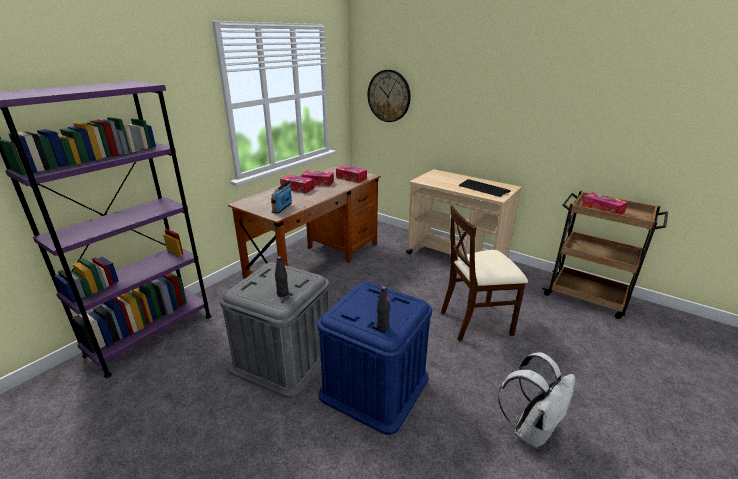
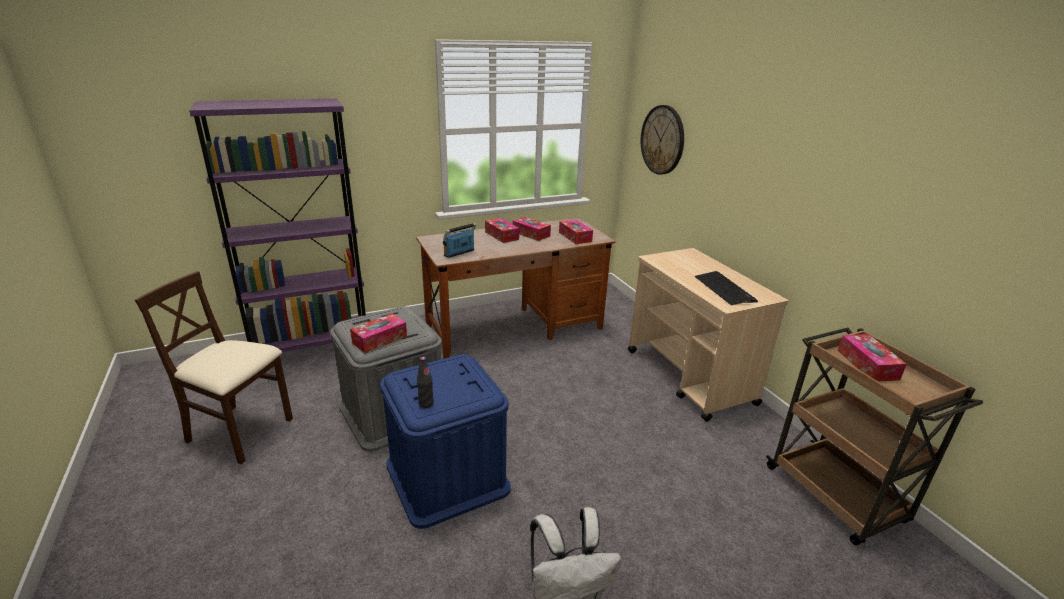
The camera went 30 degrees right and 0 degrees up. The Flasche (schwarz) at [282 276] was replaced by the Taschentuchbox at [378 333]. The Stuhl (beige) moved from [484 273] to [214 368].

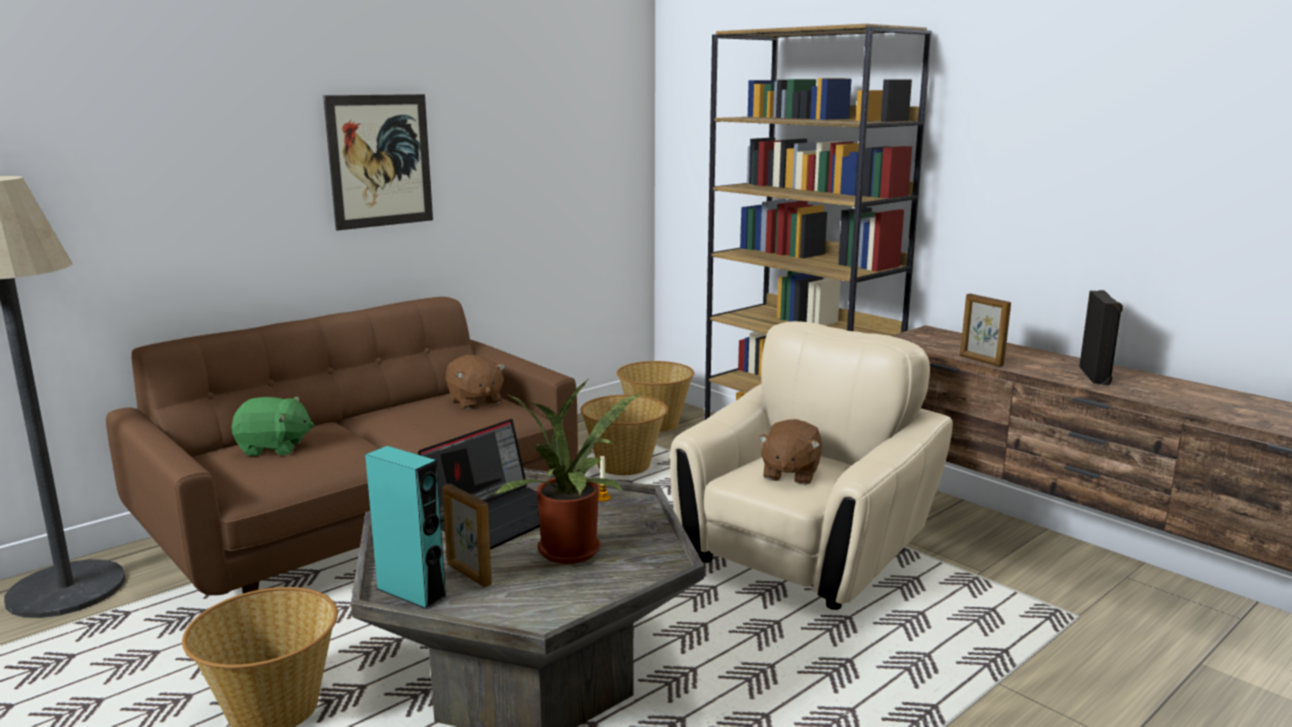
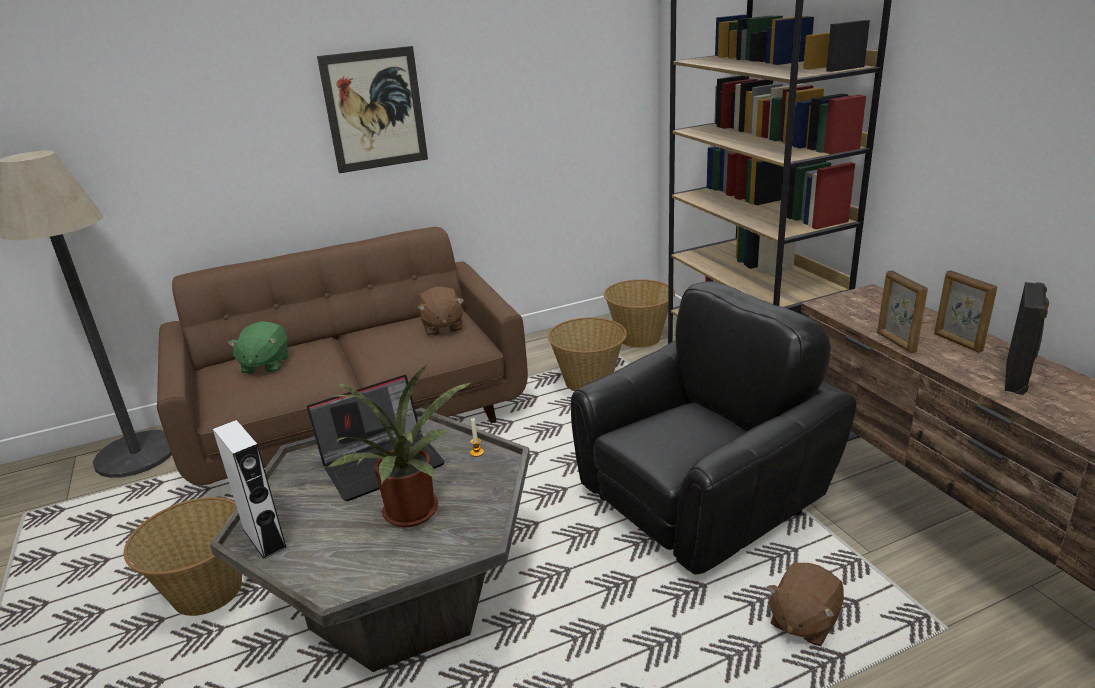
The camera went 20 degrees right and 10 degrees up. The Plüschtier (grün) at [272 426] turned 75 degrees clockwise. The Lautsprecher (türkis) at [406 528] became the Lautsprecher (weiß) at [250 489]. The Bilderrahmen moved from [467 535] to [965 311]. The Sessel (beige) at [811 465] became the Sessel (schwarz) at [713 428]. The Plüschtier (braun) moved from [790 452] to [805 604].

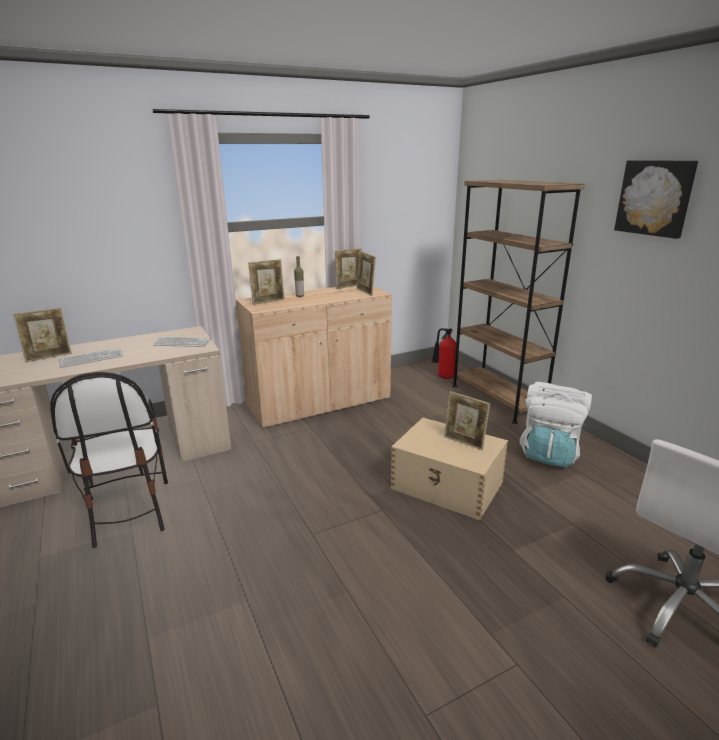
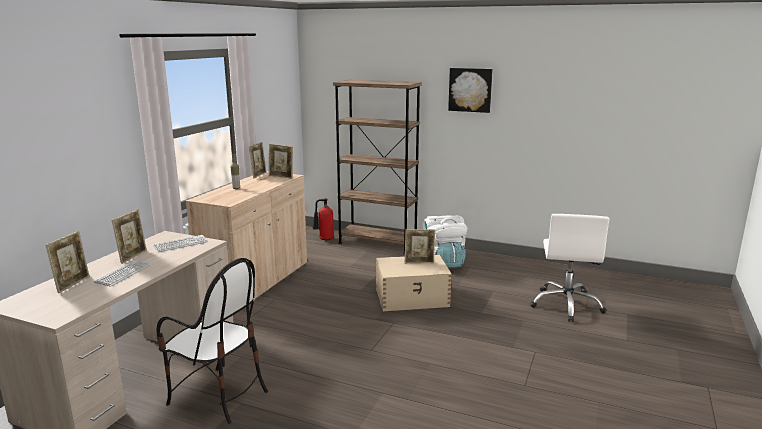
The camera went 40 degrees left and 5 degrees down. The Bilderrahmen moved from [266 282] to [129 237].

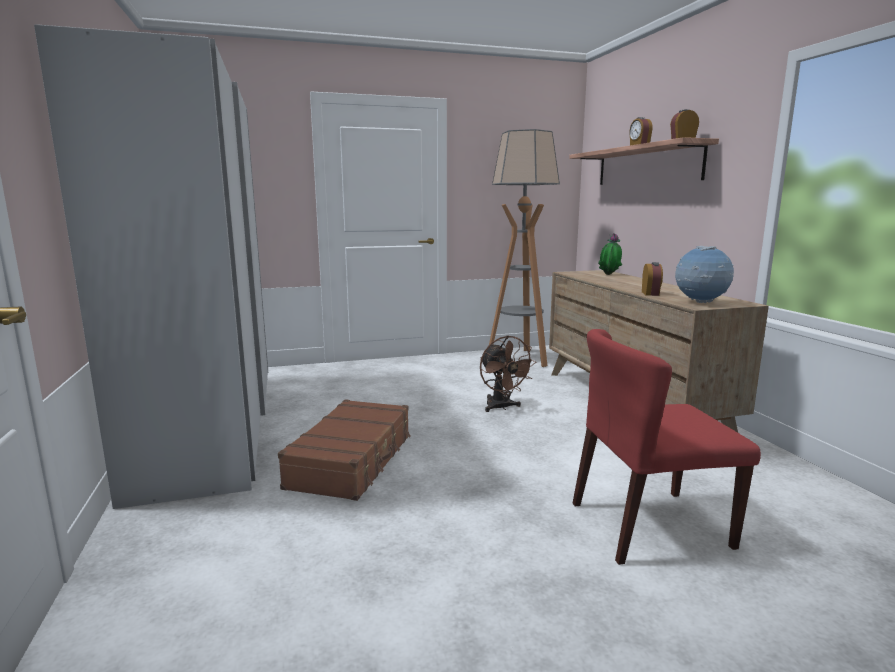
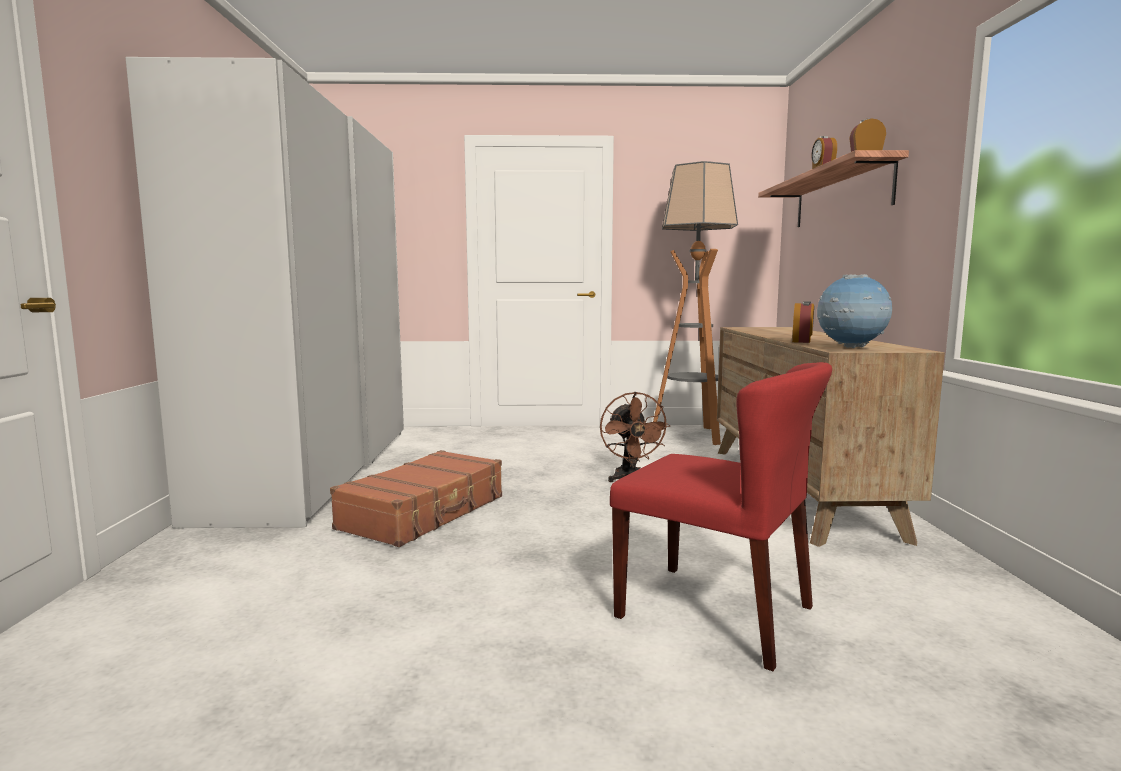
The camera went 15 degrees right and 5 degrees down. The Stuhl (rot) at [667 447] turned 150 degrees counterclockwise. The Topfpflanze at [610 254] disappeared.

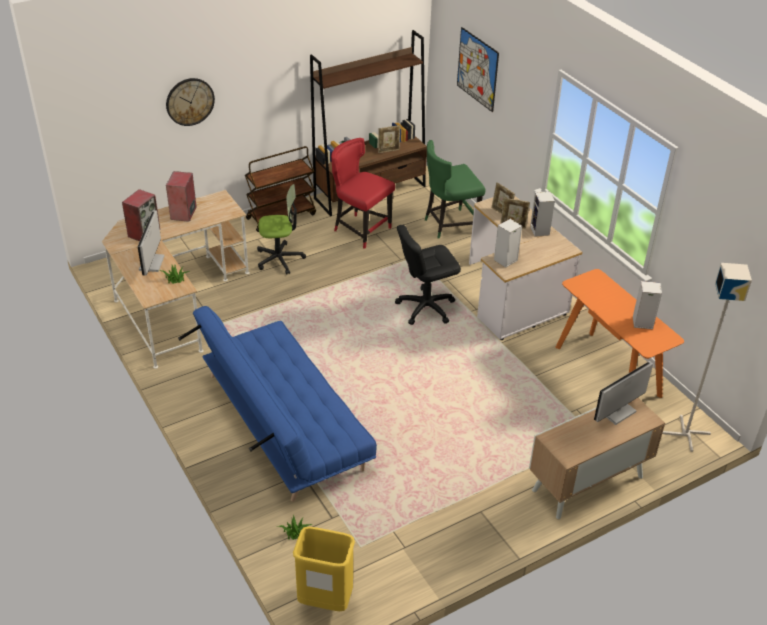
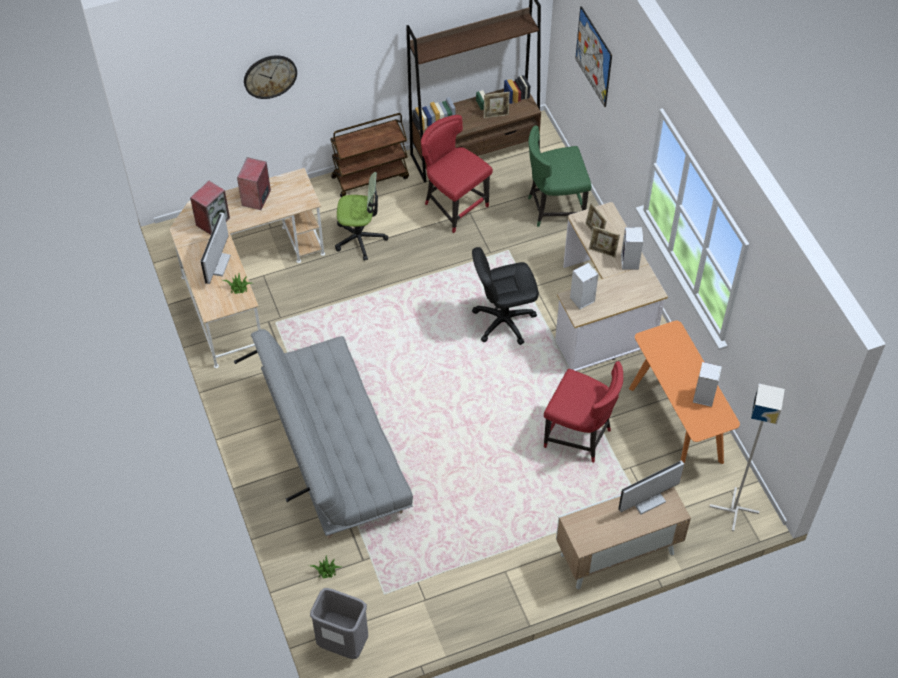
The camera went 10 degrees right and 15 degrees up. The Sofa (blau) at [277 404] became the Sofa (grau) at [323 433]. The Mülleimer (gelb) at [324 569] became the Mülleimer (grau) at [339 623]. The Stuhl (rot) at [583 412] appeared.

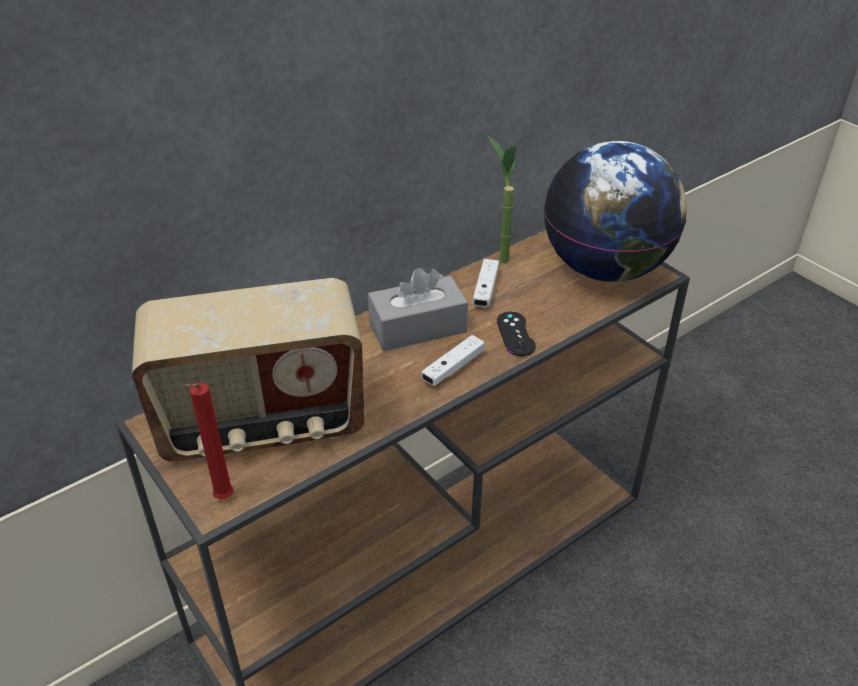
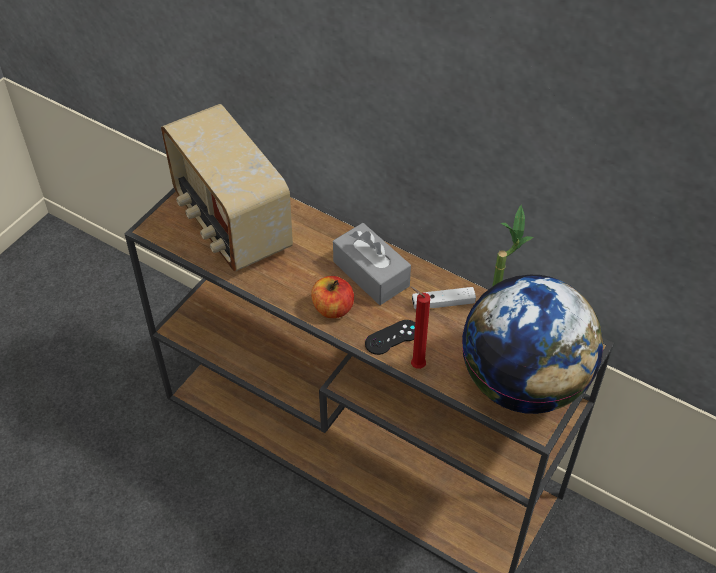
The camera went 70 degrees right and 10 degrees up. The Kerze (rot) moved from [207 441] to [420 328]. The Gamepad (weiß) at [453 360] was replaced by the Apfel at [332 297].

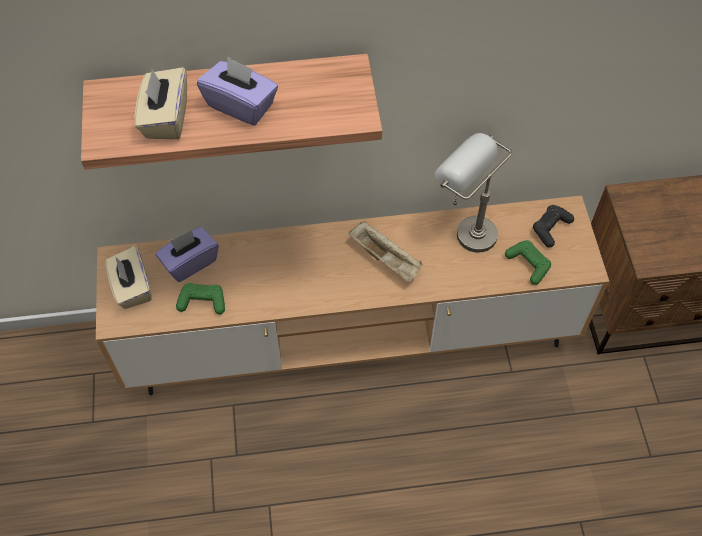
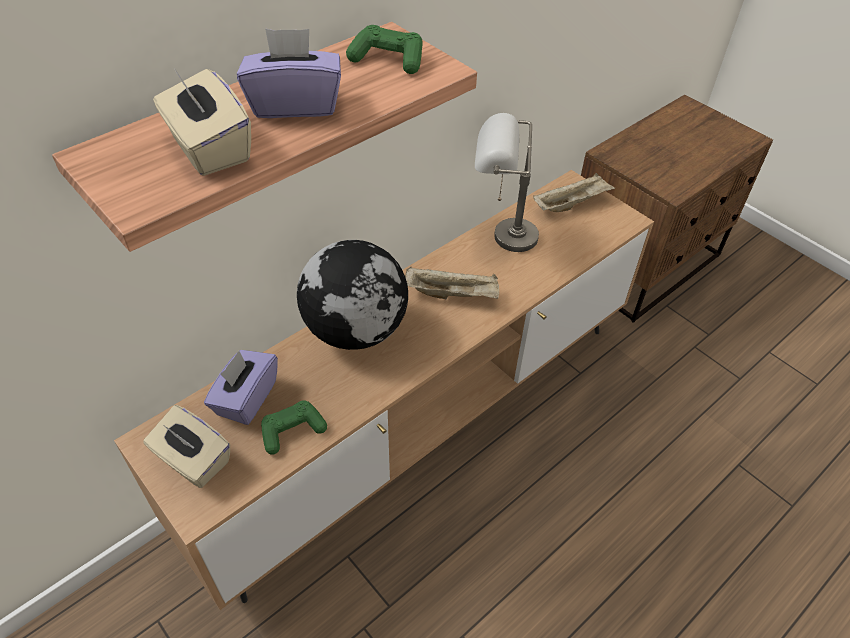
The camera went 35 degrees left and 10 degrees down. The Gamepad (grün) moved from [528 262] to [384 49]. The Gamepad (schwarz) at [553 226] was replaced by the Tablett (beige) at [574 192]. The Globus at [352 295] appeared.

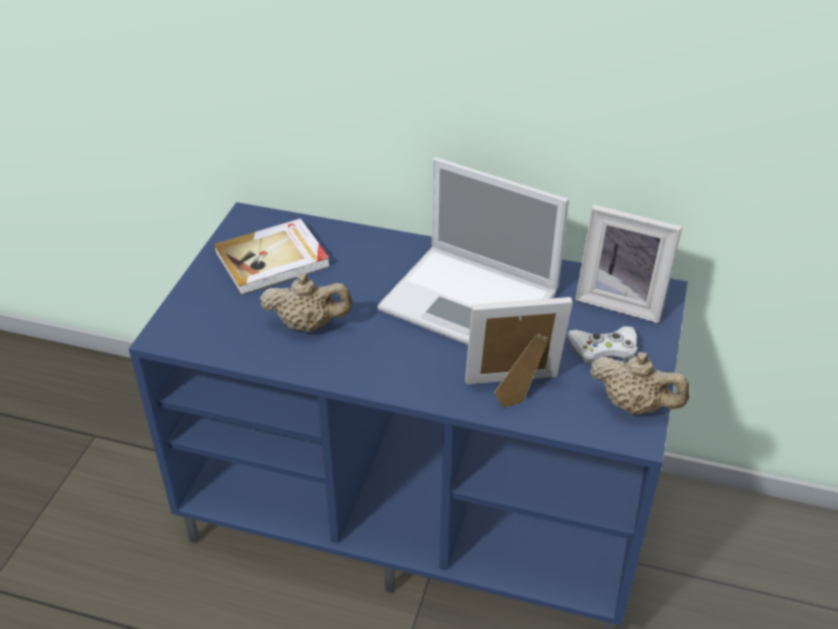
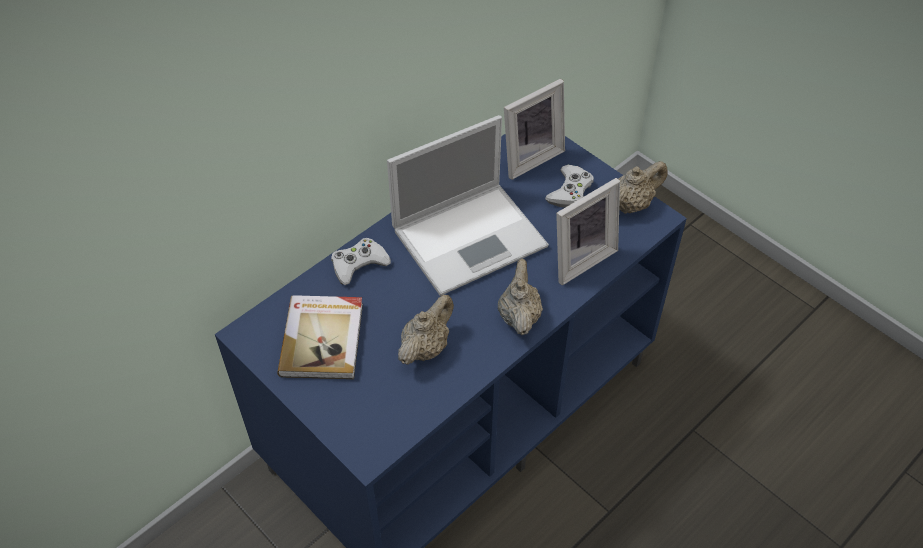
The camera went 60 degrees left and 10 degrees up. The Bilderrahmen at [519 352] turned 150 degrees counterclockwise. The Gamepad (weiß) at [361 261] appeared. The Teekanne (beige) at [520 297] appeared.

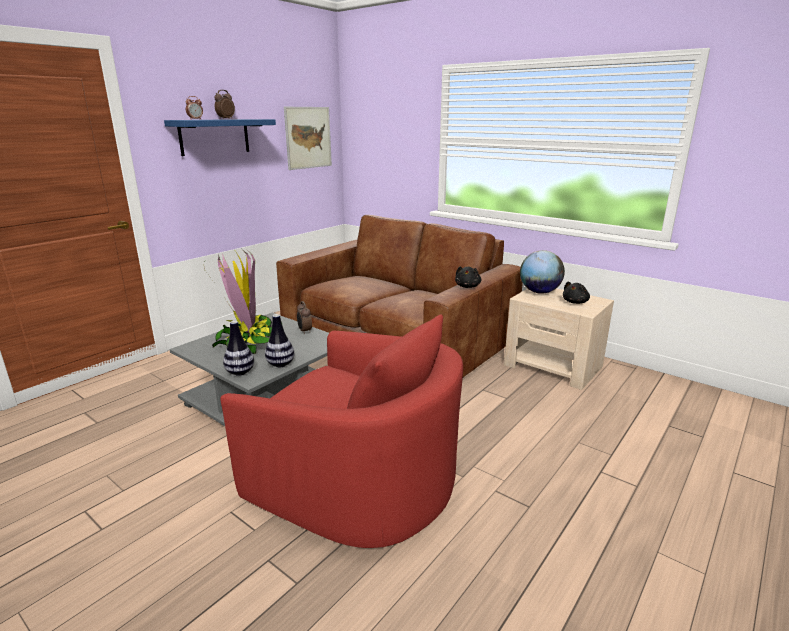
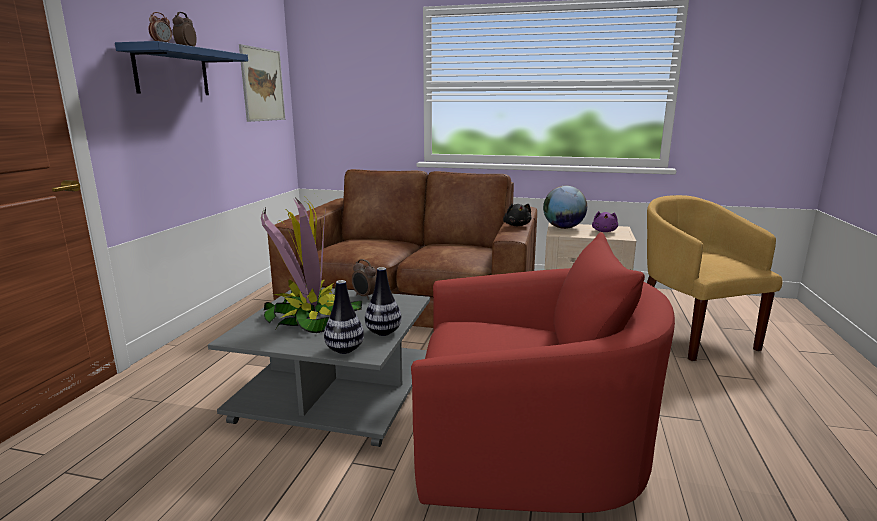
The camera went 25 degrees left and 5 degrees down. The Plüschtier (schwarz) at [576 292] became the Plüschtier (lila) at [605 221]. The Sessel (gelb) at [714 278] appeared.

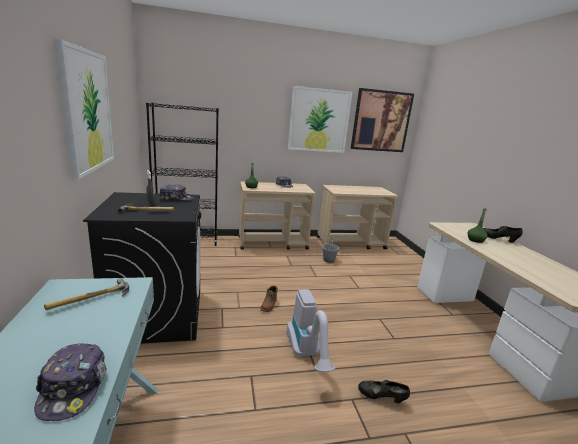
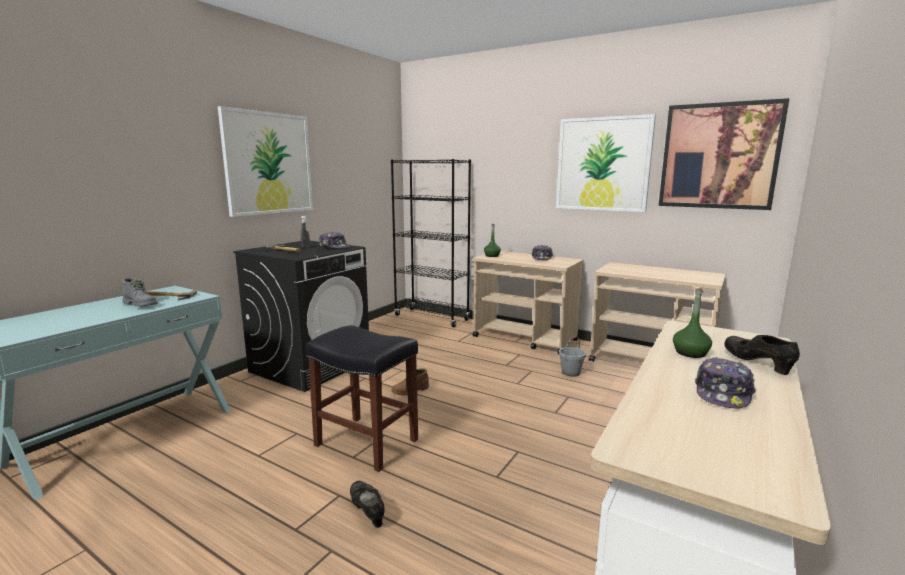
The camera went 45 degrees right and 5 degrees down. The Kappe moved from [70 382] to [725 383]. The Staubsauger at [310 330] was replaced by the Hocker (schwarz) at [362 398]. The Stiefel (grau) at [140 292] appeared.

